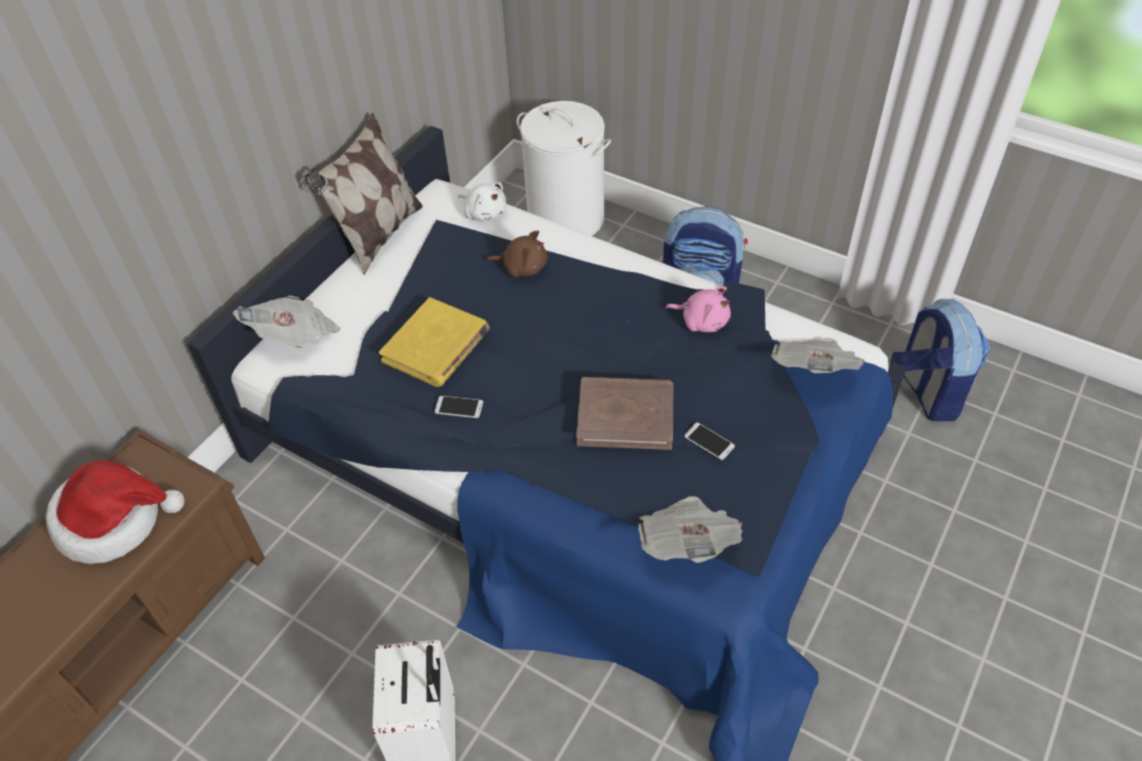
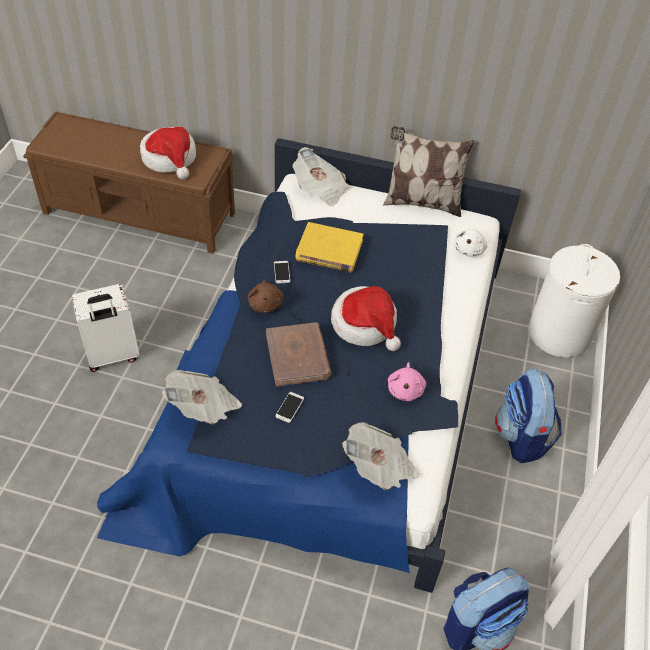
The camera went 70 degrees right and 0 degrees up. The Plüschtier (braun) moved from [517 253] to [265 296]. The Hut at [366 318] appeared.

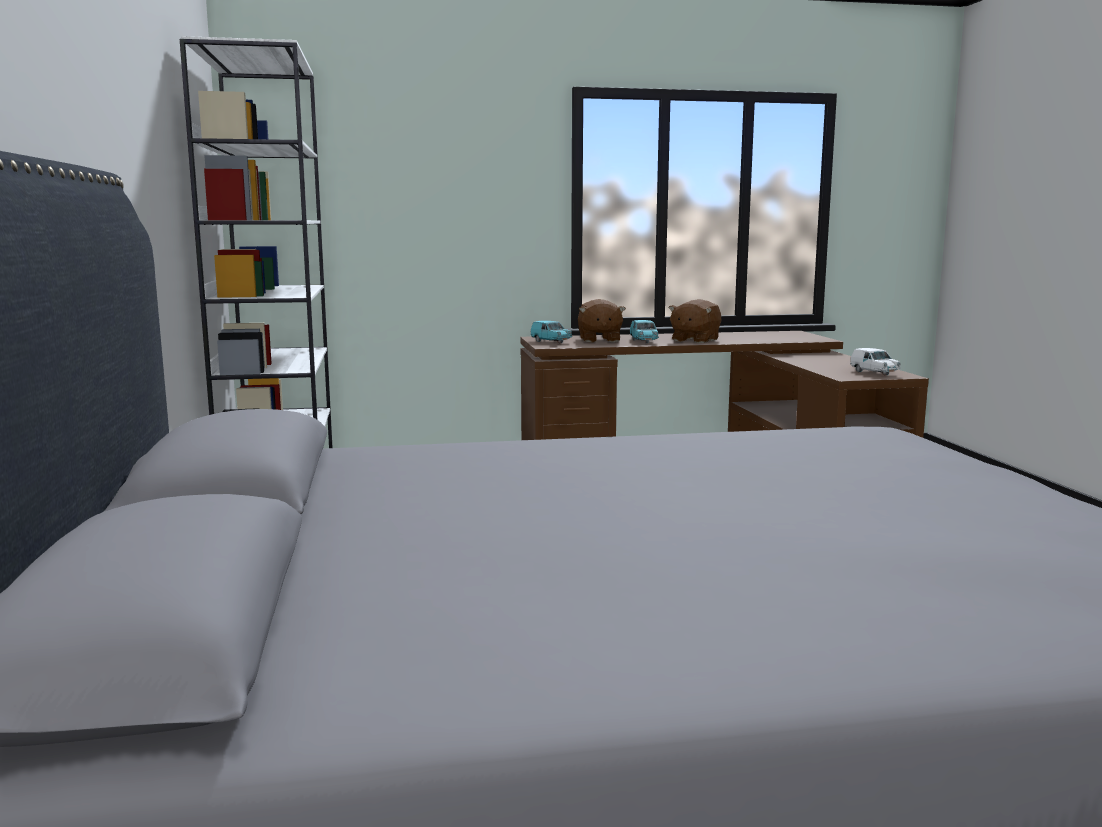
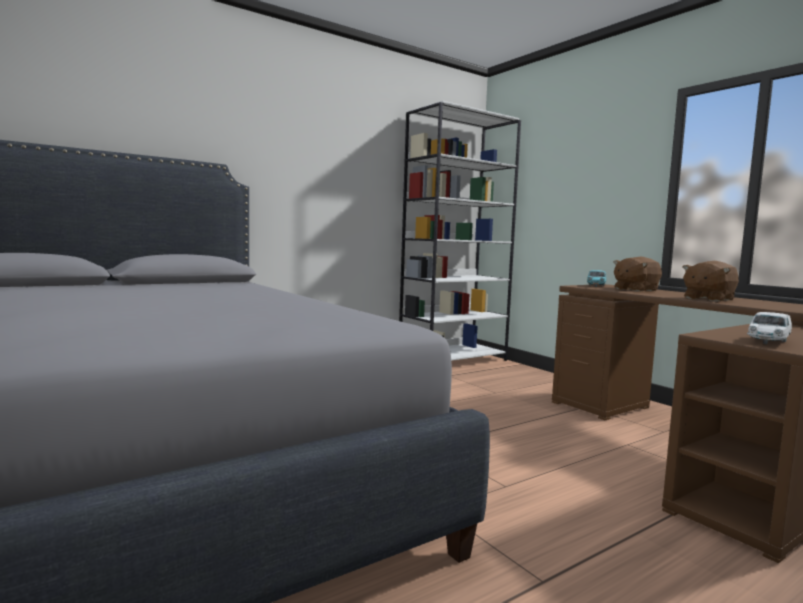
The camera went 65 degrees right and 5 degrees down. The Spielzeugauto (türkis) at [644 331] disappeared. The Plüschtier (braun) at [695 321] turned 45 degrees counterclockwise.

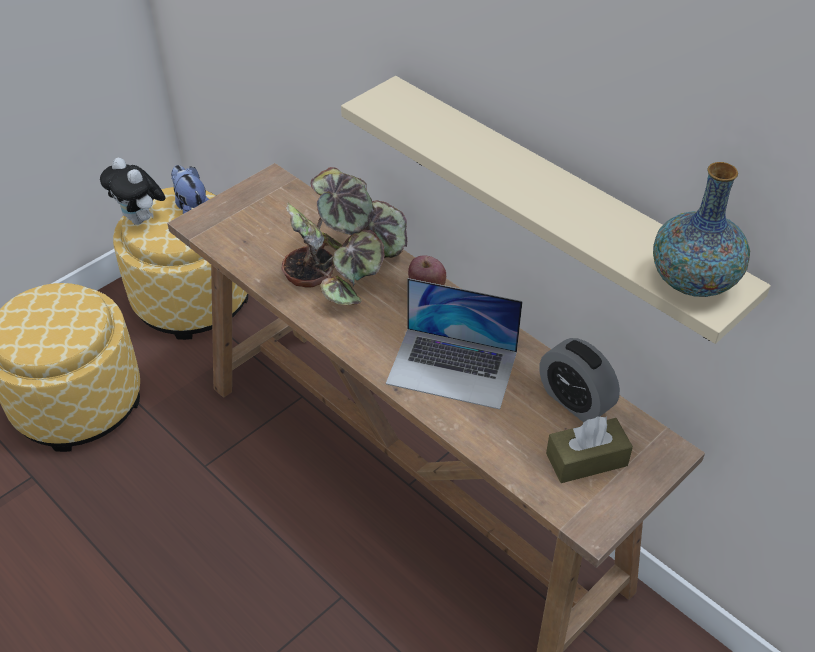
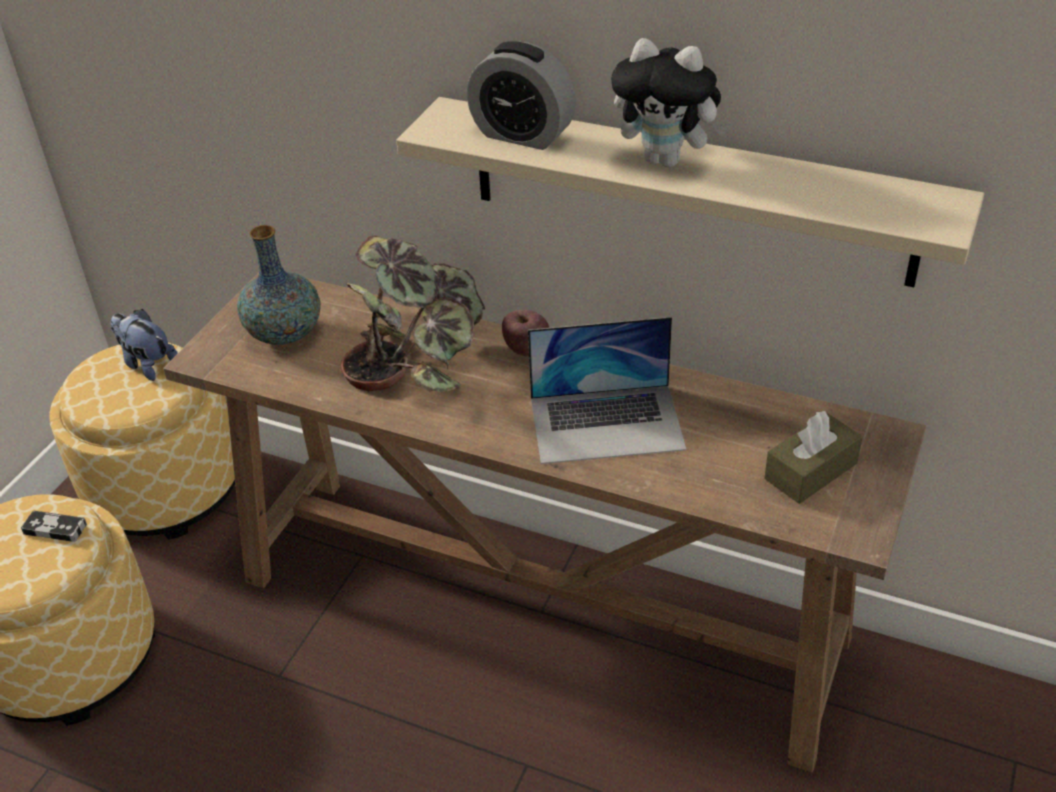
The camera went 20 degrees left and 5 degrees down. The Plüschtier moved from [132 191] to [670 102]. The Wecker moved from [579 380] to [521 95]. The Vase moved from [701 229] to [279 285]. The Gamepad at [54 526] appeared.

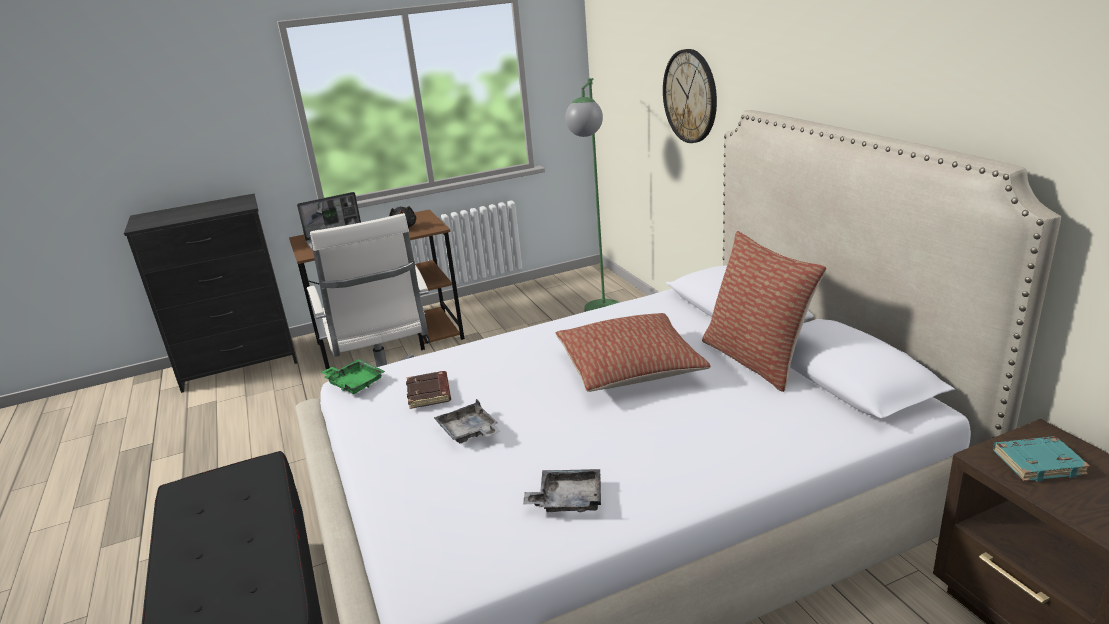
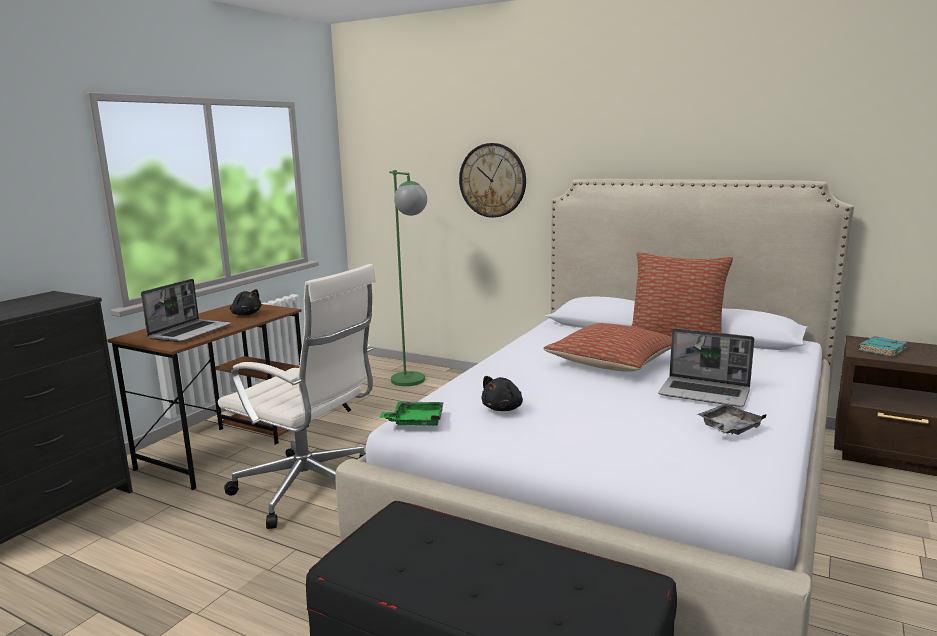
The camera went 40 degrees left and 10 degrees down. The Buch (braun) at [428 390] was replaced by the Plüschtier (schwarz) at [502 393]. The Tablett (grau) at [467 421] disappeared. The Laptop at [706 367] appeared.

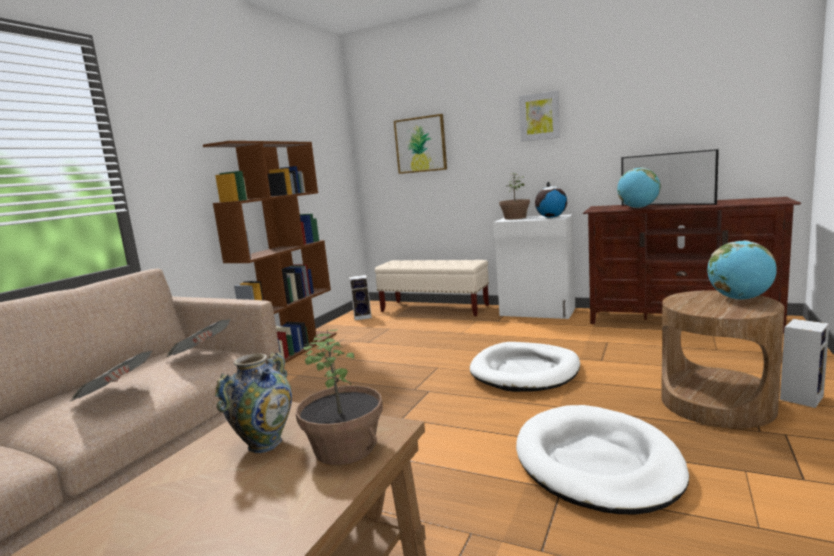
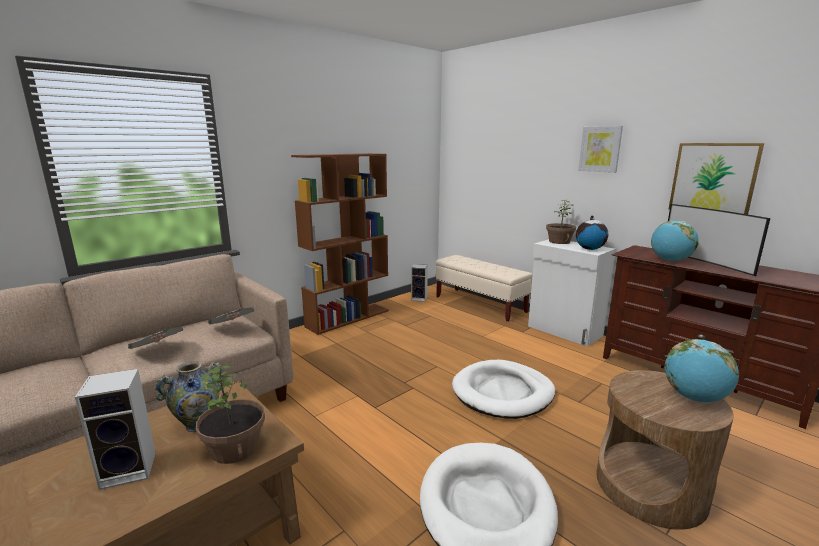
The camera went 20 degrees right and 5 degrees up. The Bild moved from [420 144] to [716 178]. The Lautsprecher moved from [804 363] to [115 429].

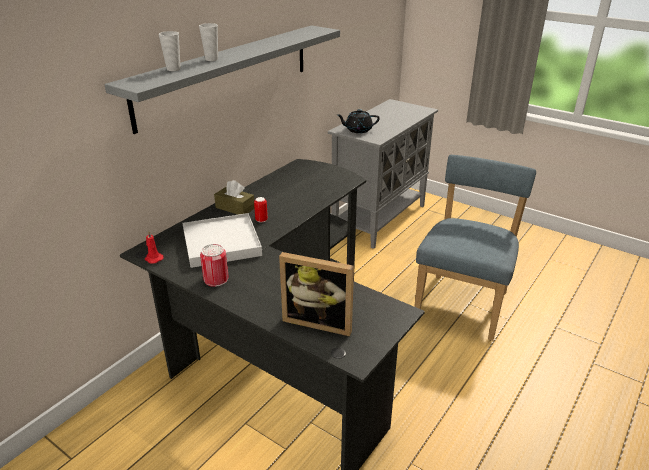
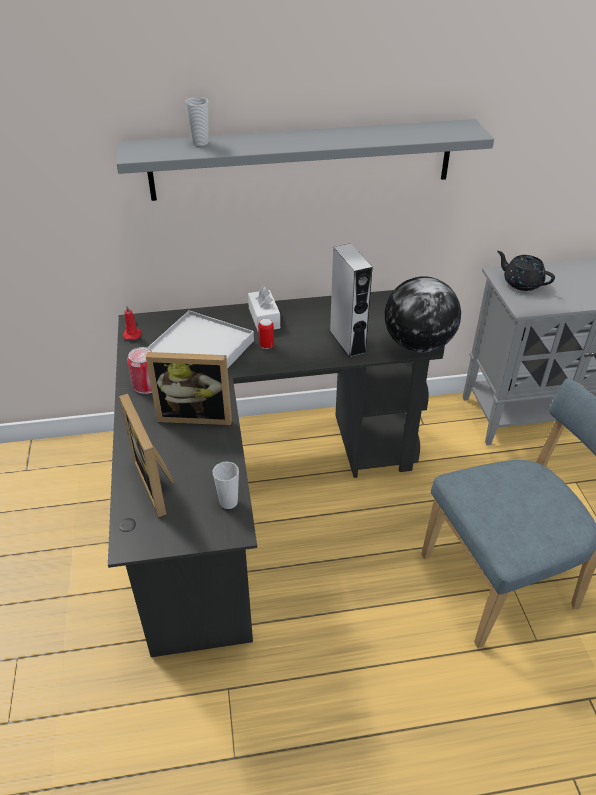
The camera went 45 degrees right and 10 degrees up. The Tasse moved from [208 42] to [225 485]. The Taschentuchbox (braun) at [234 197] became the Taschentuchbox (weiß) at [264 309]. The Bilderrahmen at [189 388] appeared. The Lautsprecher (grau) at [351 300] appeared. The Globus at [423 314] appeared.

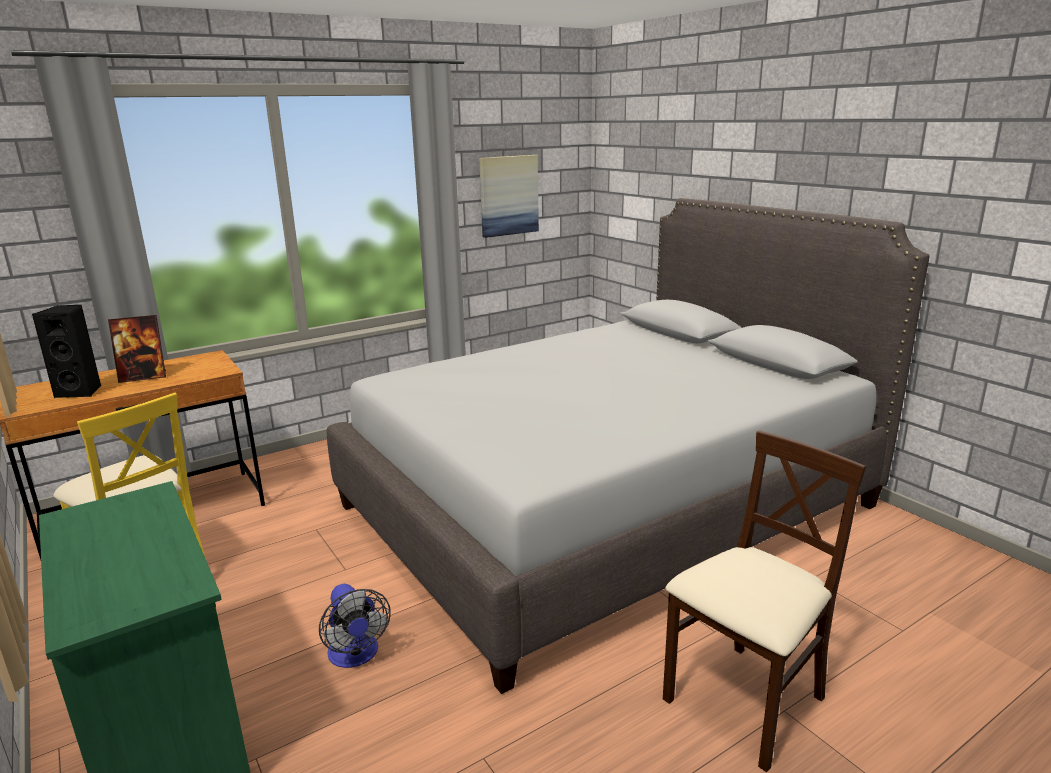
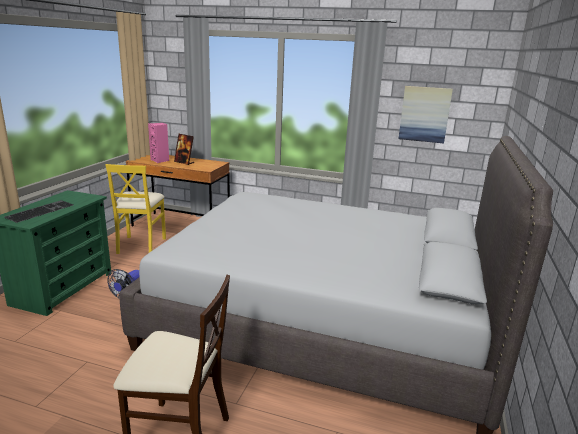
The camera went 50 degrees right and 0 degrees up. The Lautsprecher (schwarz) at [66 351] became the Lautsprecher (rosa) at [158 143]. The Tastatur at [38 211] appeared.

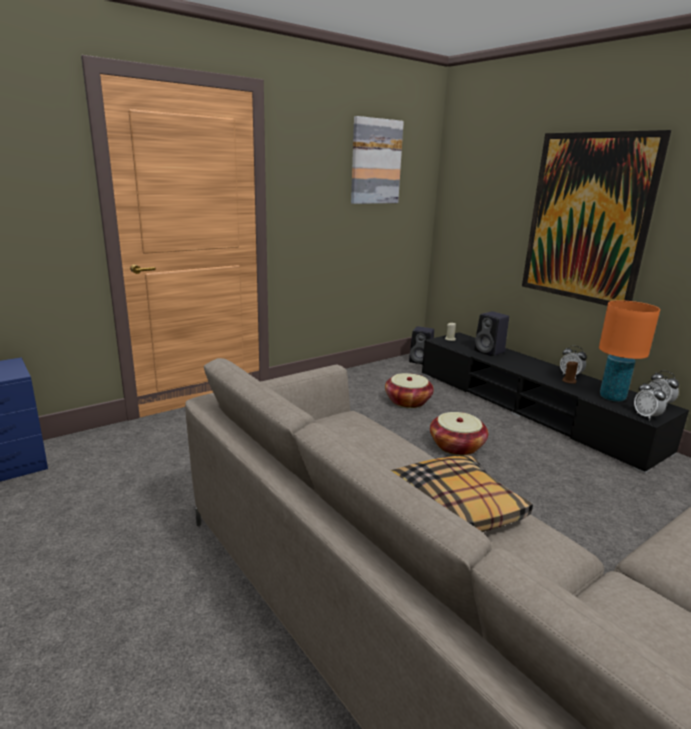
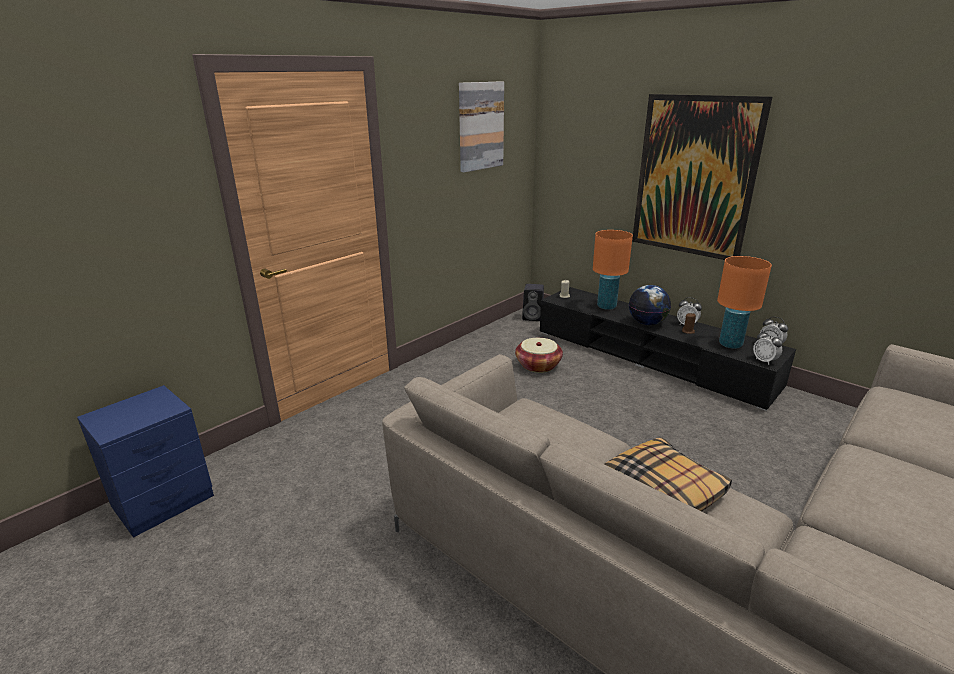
The camera went 10 degrees left and 5 degrees up. The Korb at [459 433] disappeared. The Lautsprecher (schwarz) at [491 333] was replaced by the Tischlampe (orange) at [613 270]. The Globus at [650 305] appeared.

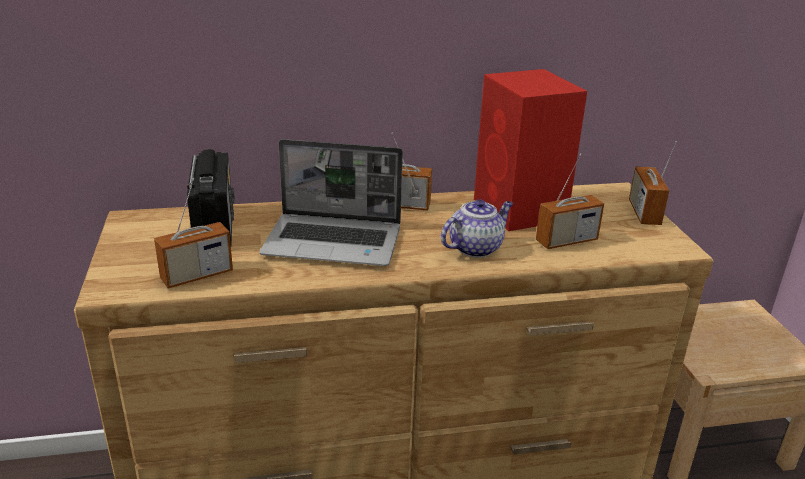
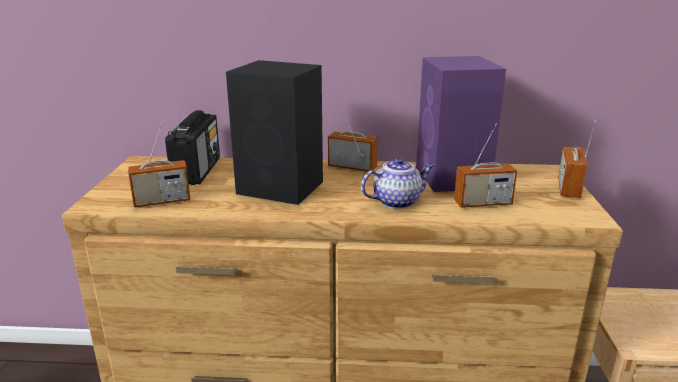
The camera went 15 degrees right and 5 degrees down. The Laptop at [331 202] was replaced by the Lautsprecher (schwarz) at [274 132]. The Lautsprecher (rot) at [530 150] became the Lautsprecher (lila) at [461 124].

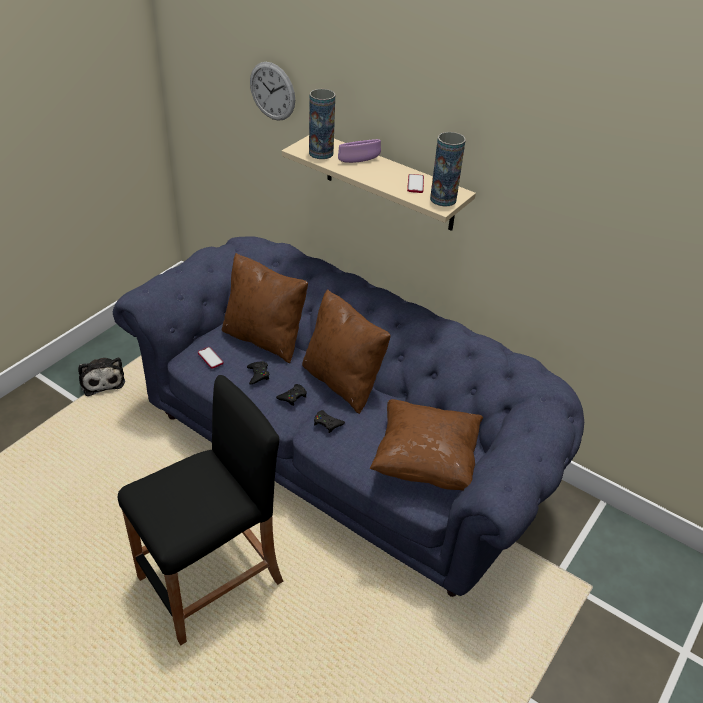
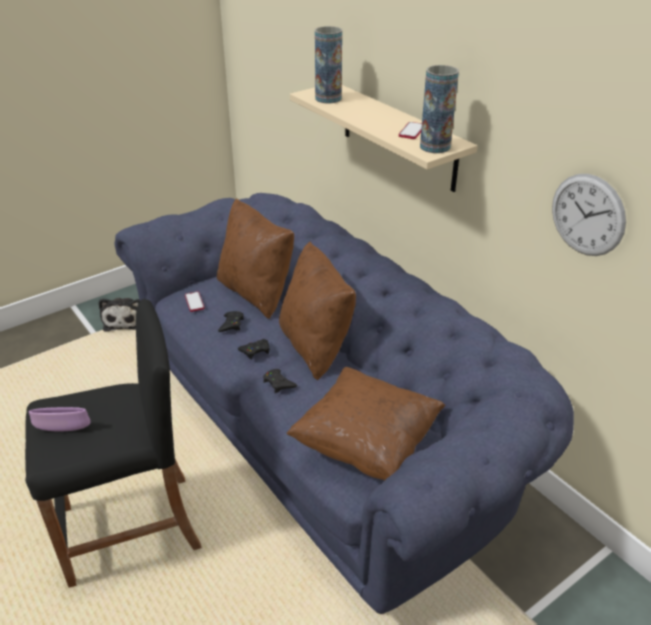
The camera went 20 degrees right and 5 degrees down. The Wanduhr moved from [272 91] to [589 215]. The Schüssel (lila) moved from [359 151] to [60 419].

